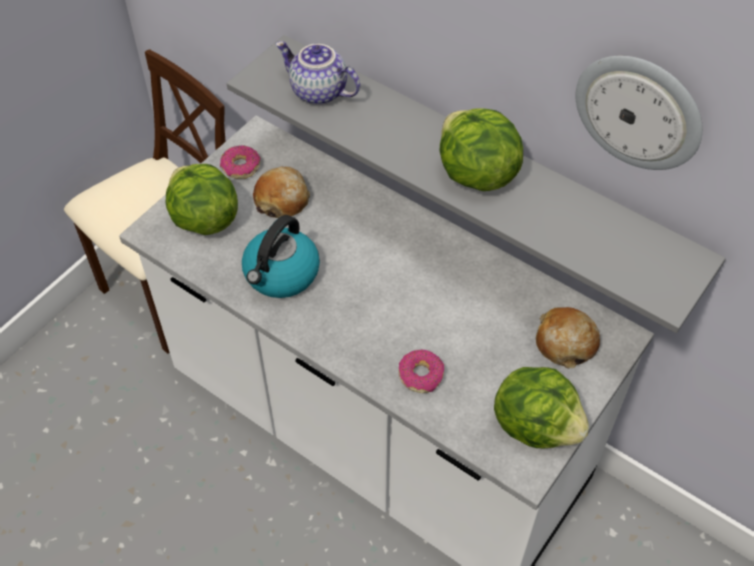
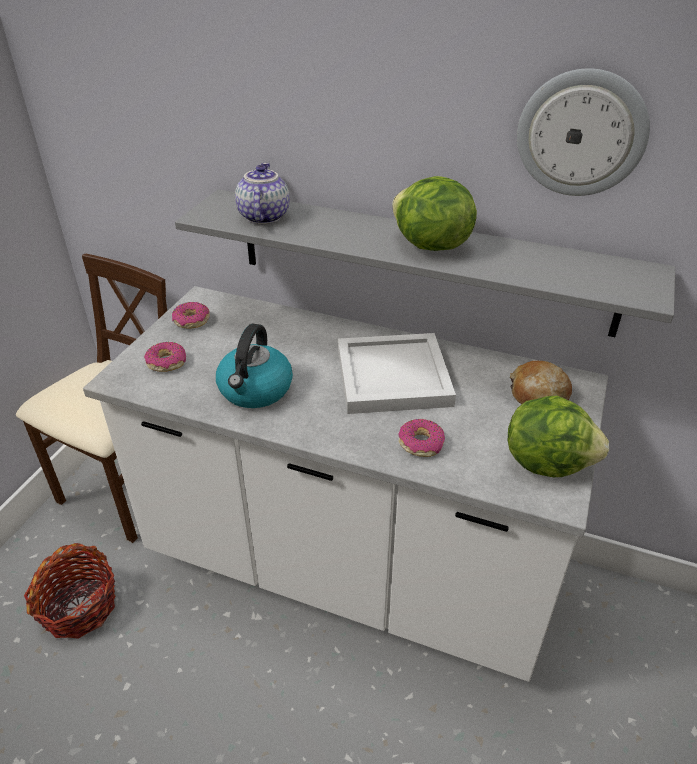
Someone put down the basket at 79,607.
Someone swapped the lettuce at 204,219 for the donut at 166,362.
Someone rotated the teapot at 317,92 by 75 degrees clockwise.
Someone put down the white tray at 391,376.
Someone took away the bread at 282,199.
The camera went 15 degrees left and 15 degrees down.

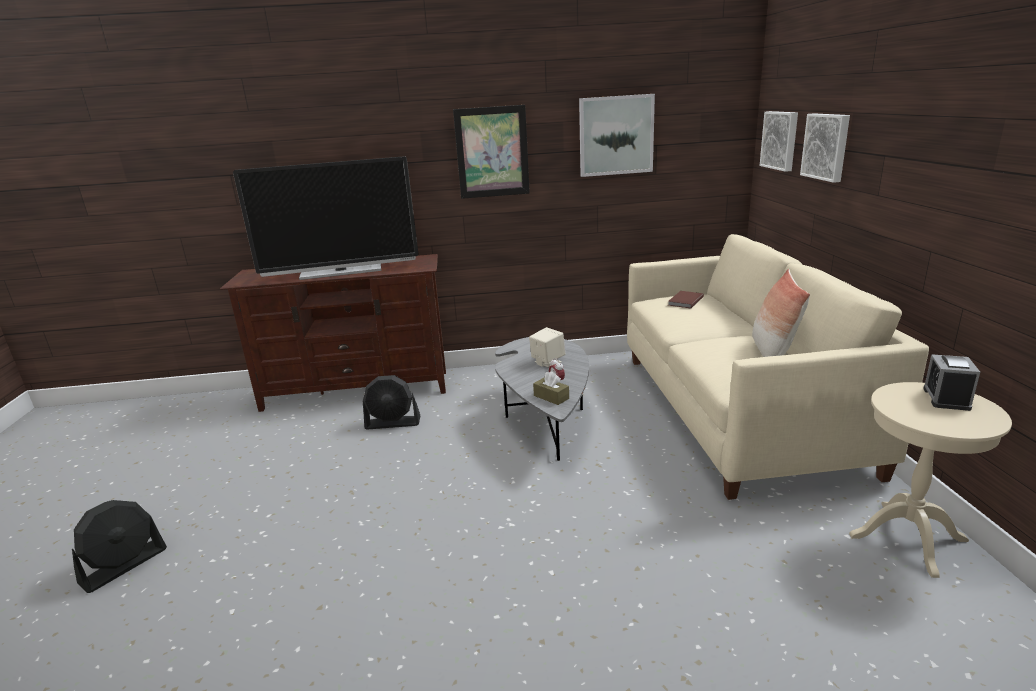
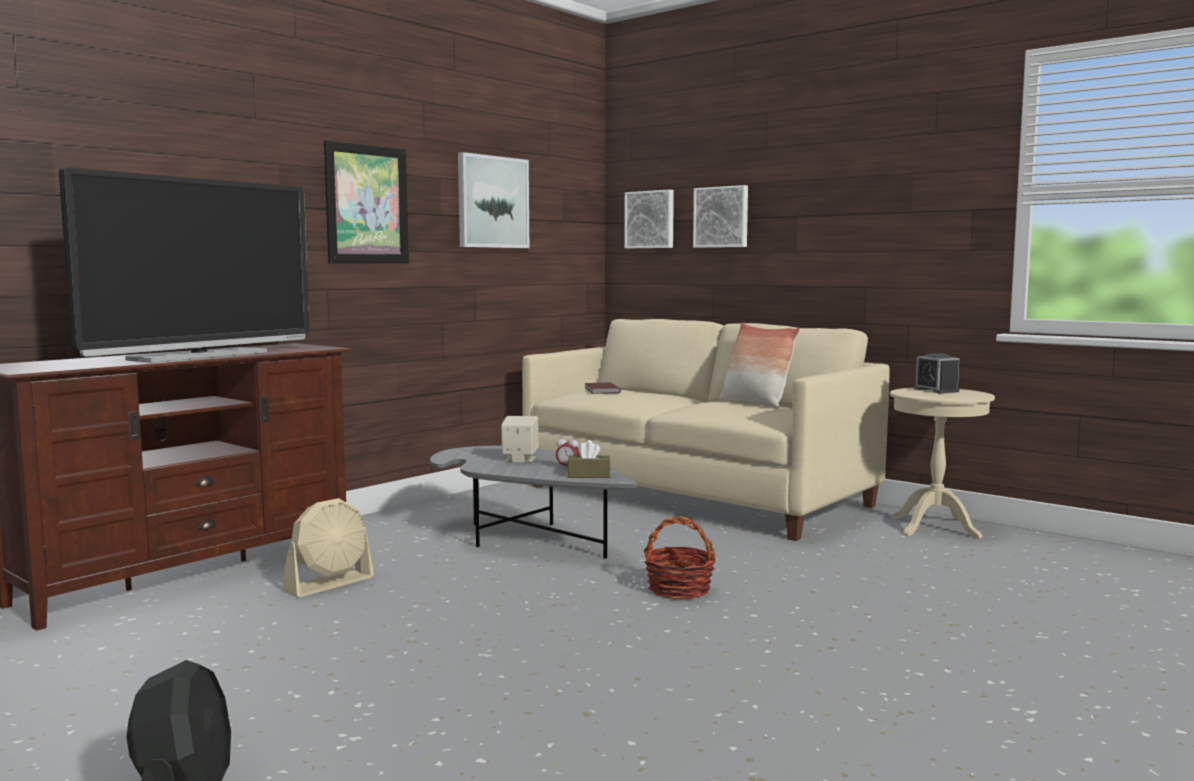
Someone repainted the black fan at 393,423, which became the beige fan at 329,584.
Someone put down the basket at 679,589.
The camera went 45 degrees left and 15 degrees down.

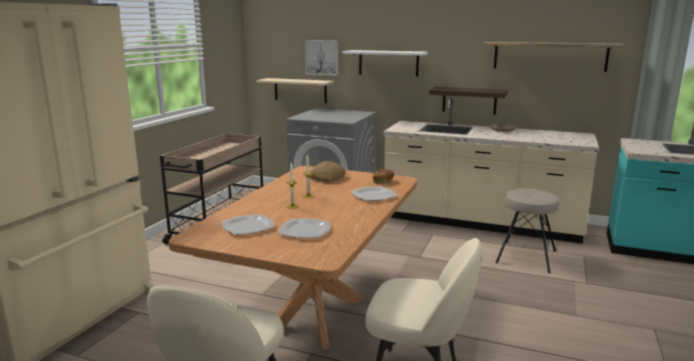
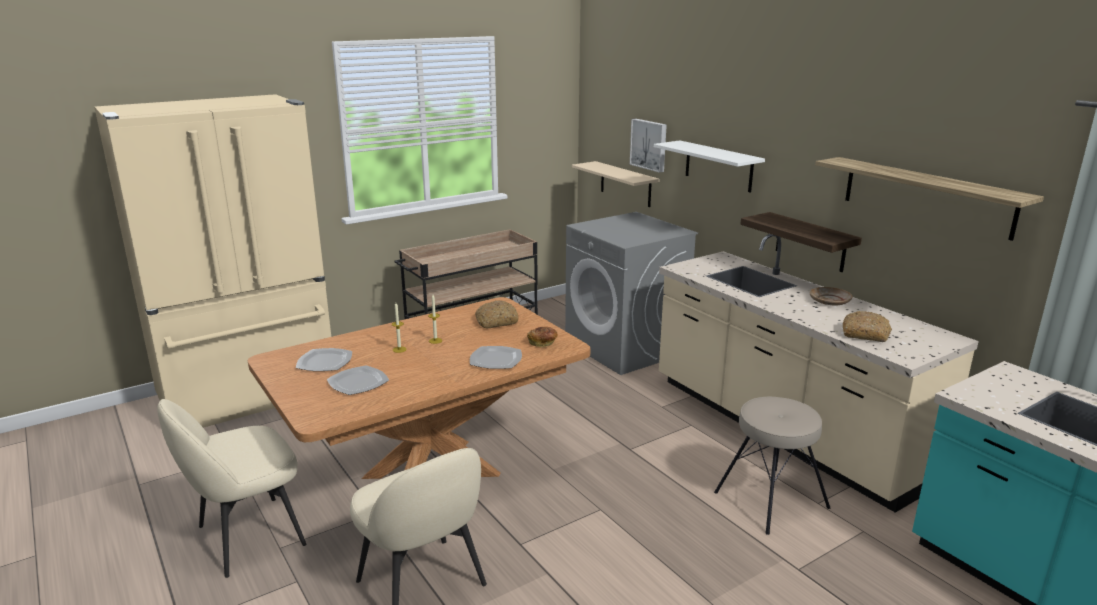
Someone put down the bread at 865,334.
The camera went 35 degrees right and 5 degrees up.

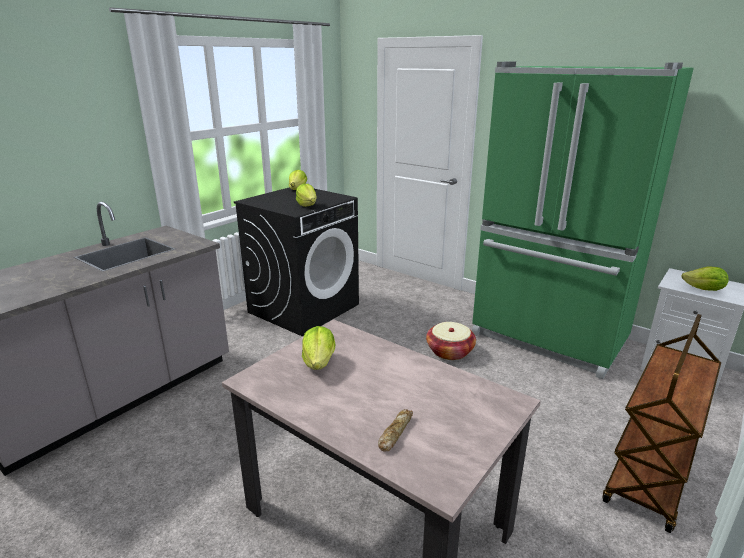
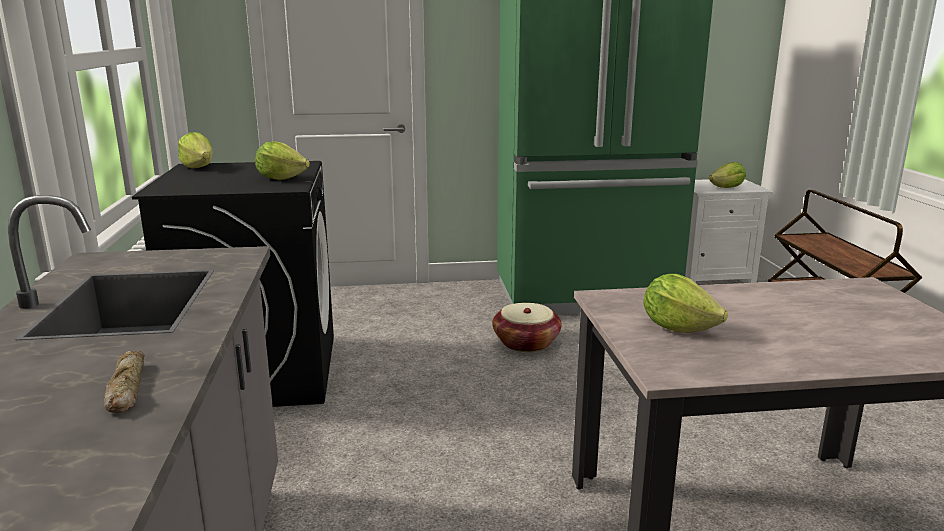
Someone carried the bread from 395,433 to 126,388.
The camera went 45 degrees left and 5 degrees down.

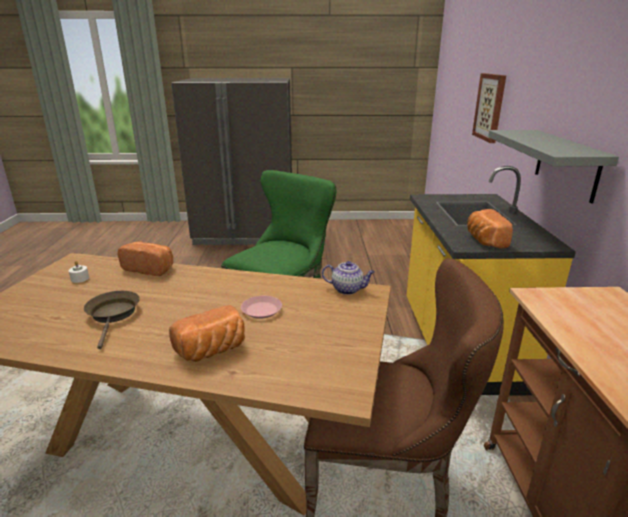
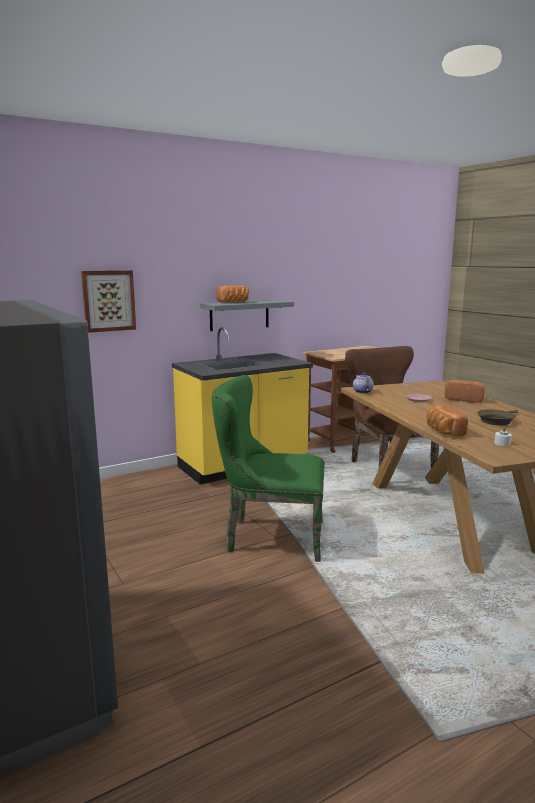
Someone carried the bread from 484,240 to 234,302.
The camera went 120 degrees left and 10 degrees down.

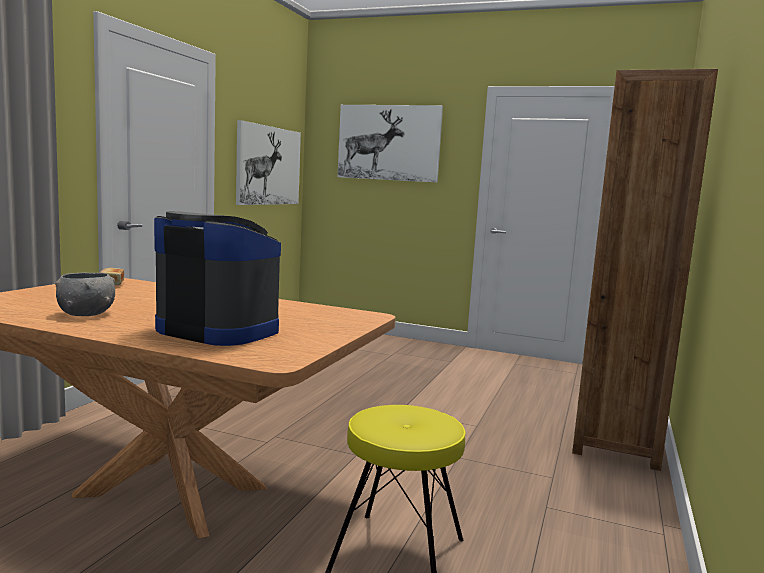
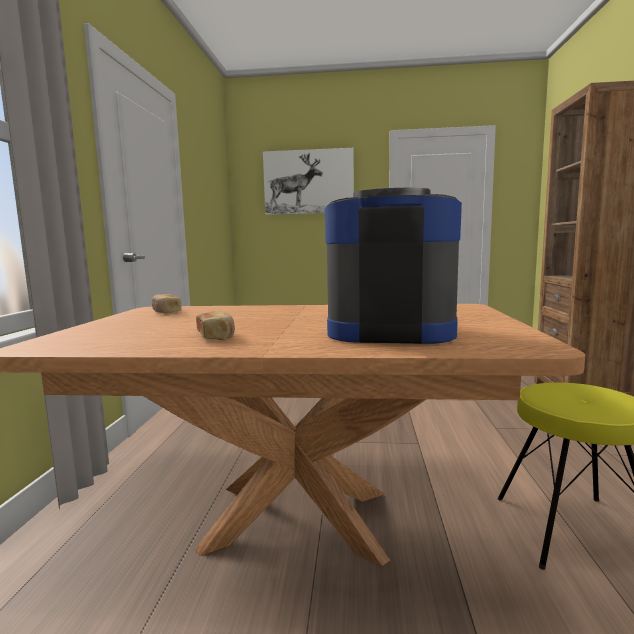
Someone swapped the grey bowl at 87,314 for the bread at 216,336.
Someone took away the picture at 268,166.
The camera went 15 degrees left and 0 degrees up.

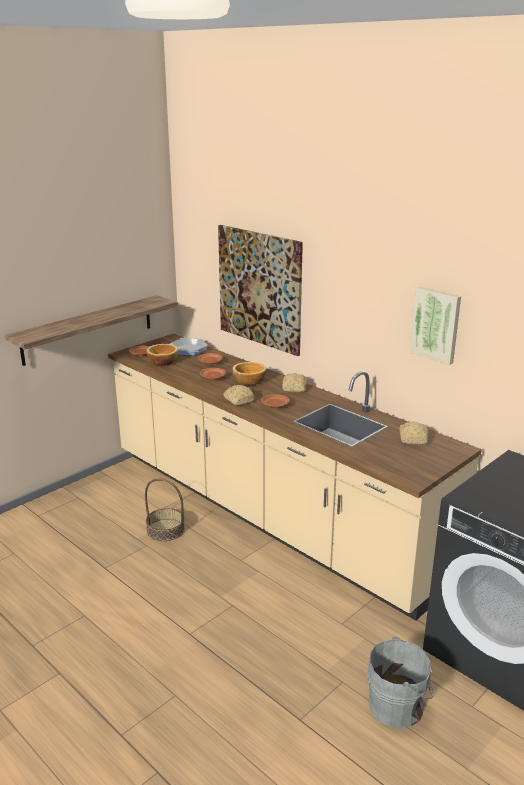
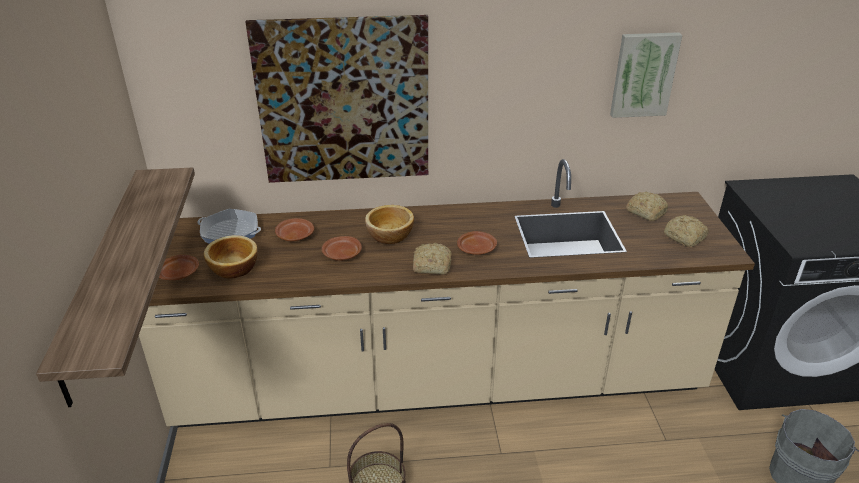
Someone carried the bread from 294,388 to 685,238.
The camera went 50 degrees left and 10 degrees up.

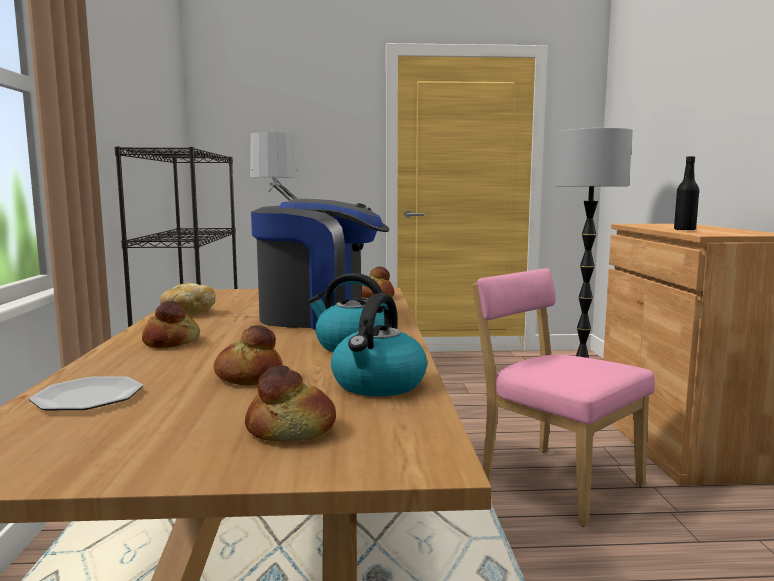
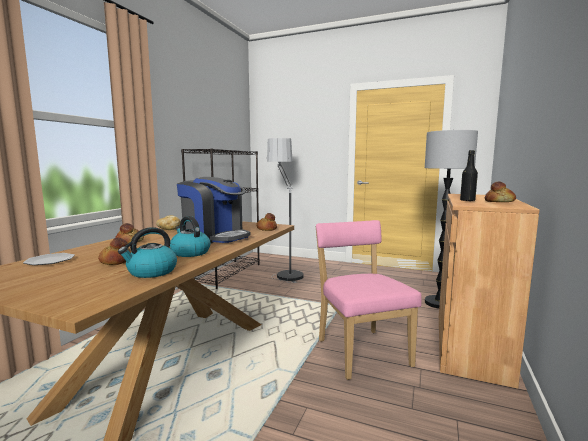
Someone carried the bread from 292,430 to 499,201.
The camera went 25 degrees right and 0 degrees up.

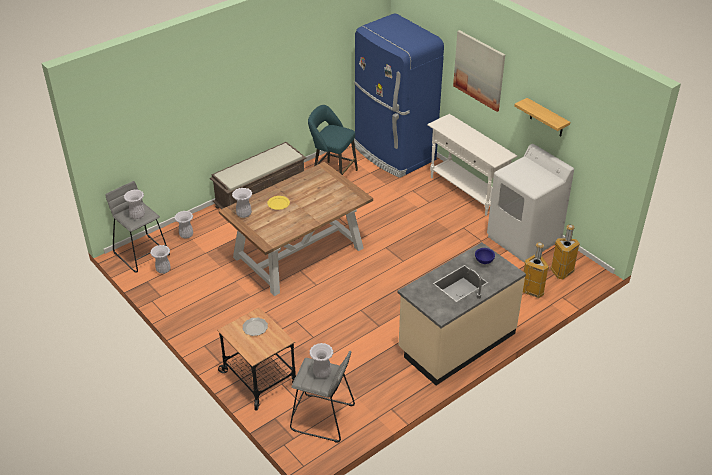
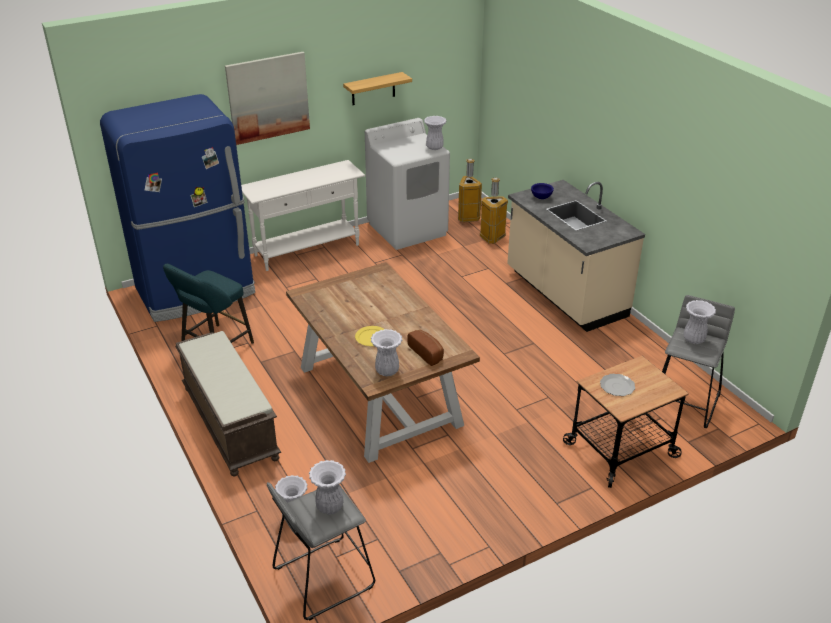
Someone put down the bread at 427,353.
Someone carried the white vase from 163,270 to 434,148.
The camera went 80 degrees left and 5 degrees down.

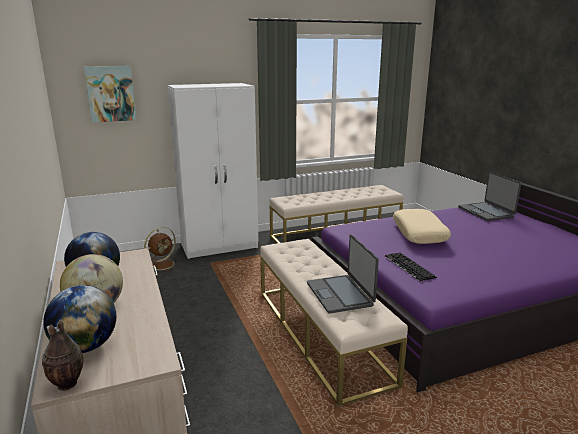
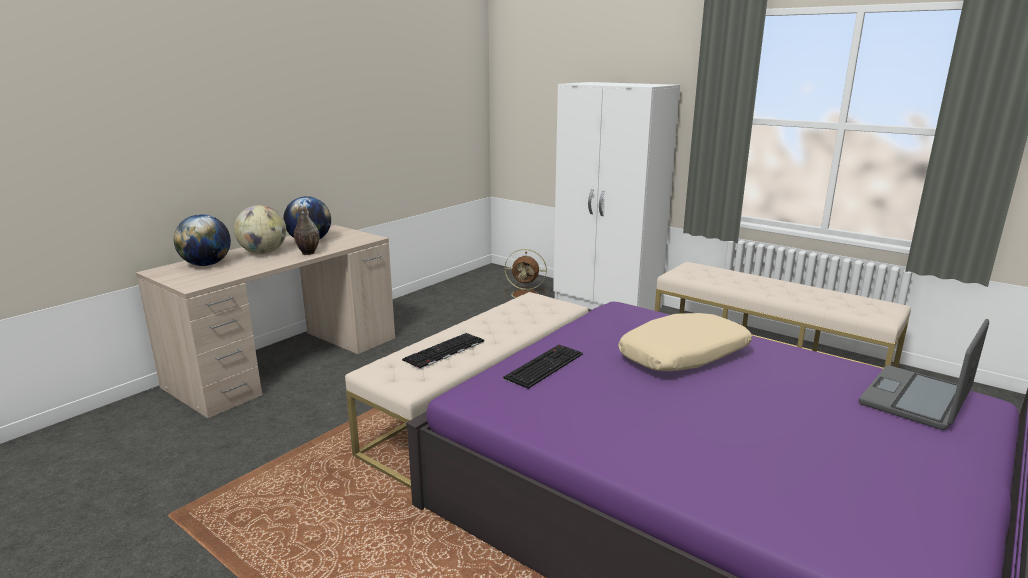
Someone carried the vase from 67,385 to 307,253.
Someone swapped the laptop at 340,294 for the keyboard at 444,351.
Someone took away the picture at 111,94.
The camera went 60 degrees right and 0 degrees up.

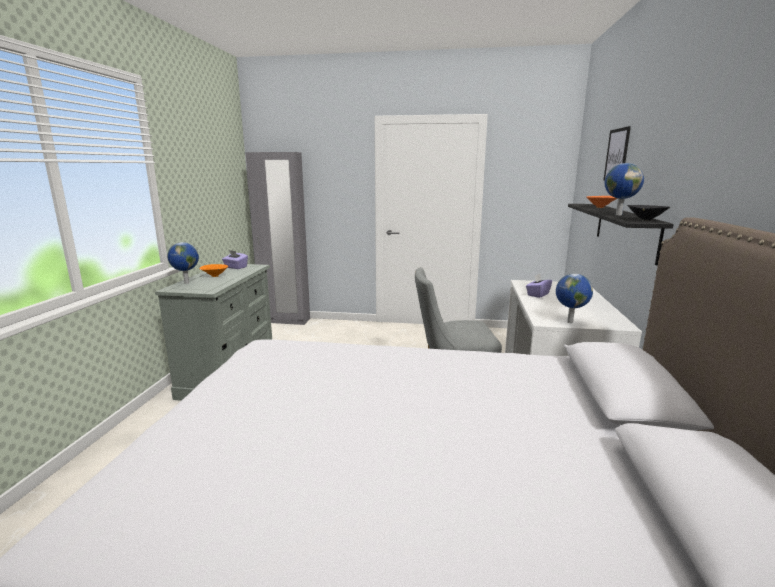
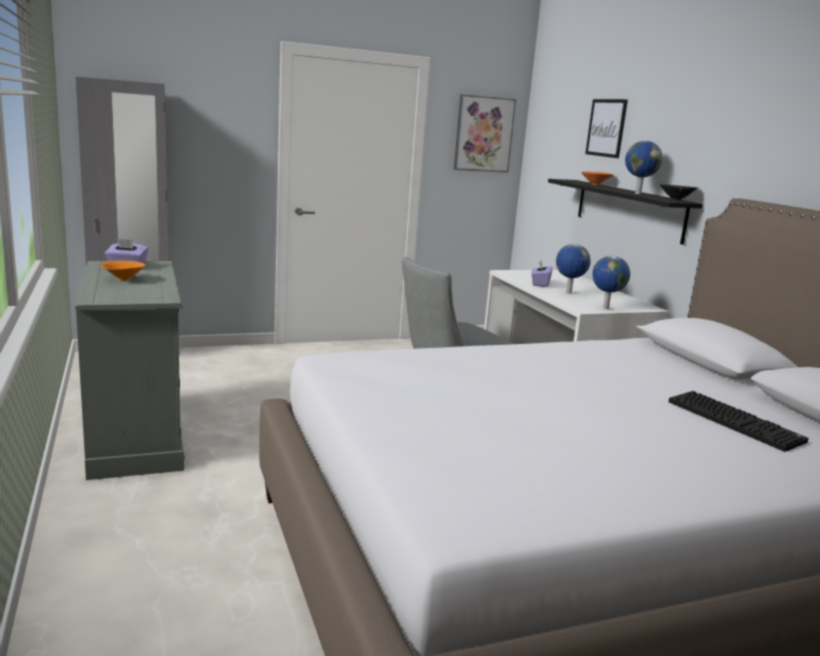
Someone put up the picture at 483,134.
Someone carried the globe from 186,283 to 568,293.
Someone put down the keyboard at 736,422.
The camera went 30 degrees left and 0 degrees up.

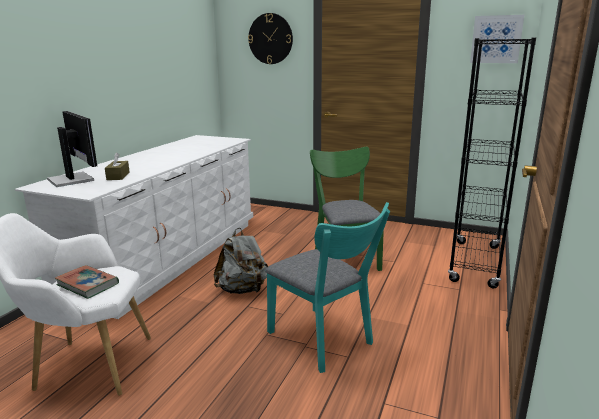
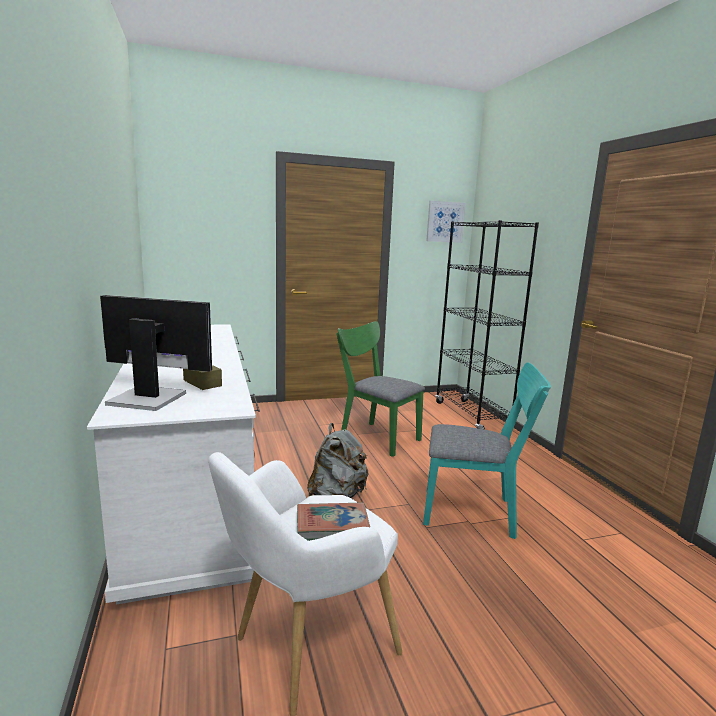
Someone took away the wall clock at 270,39.
The camera went 40 degrees left and 5 degrees down.

